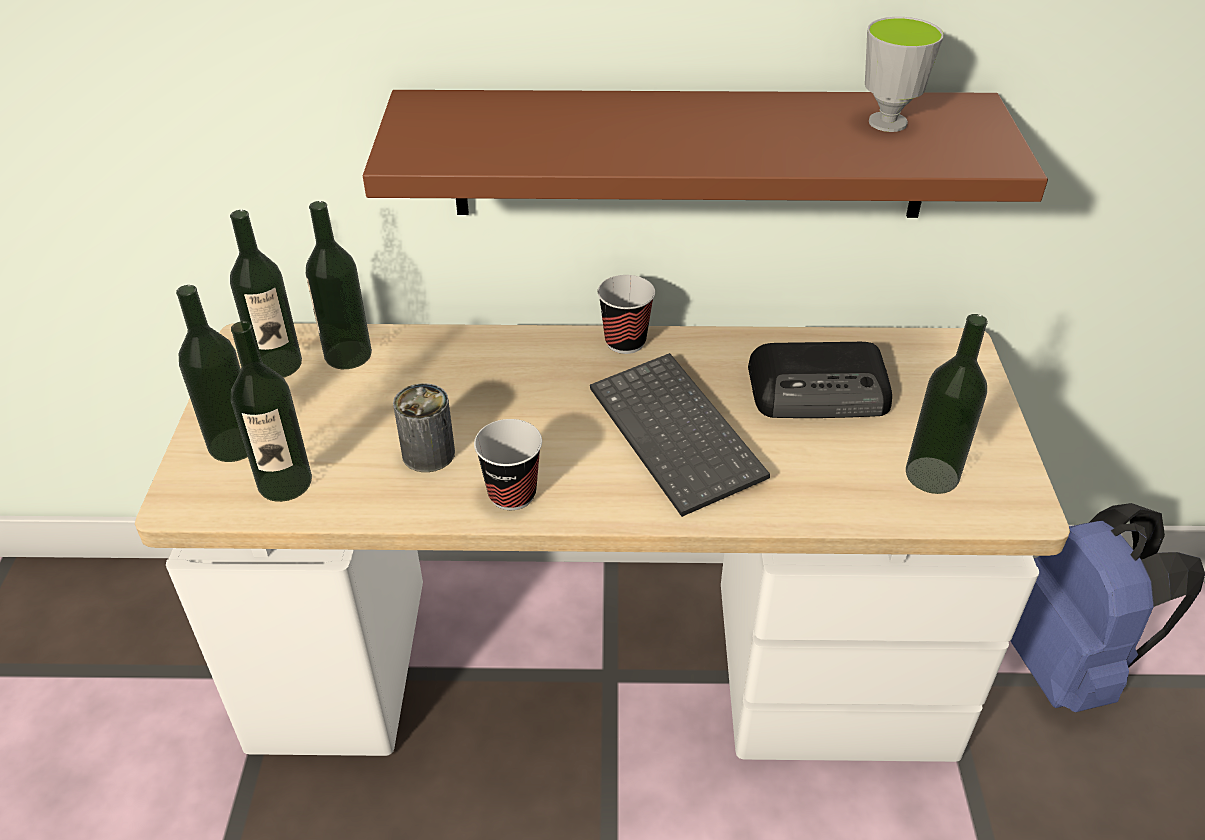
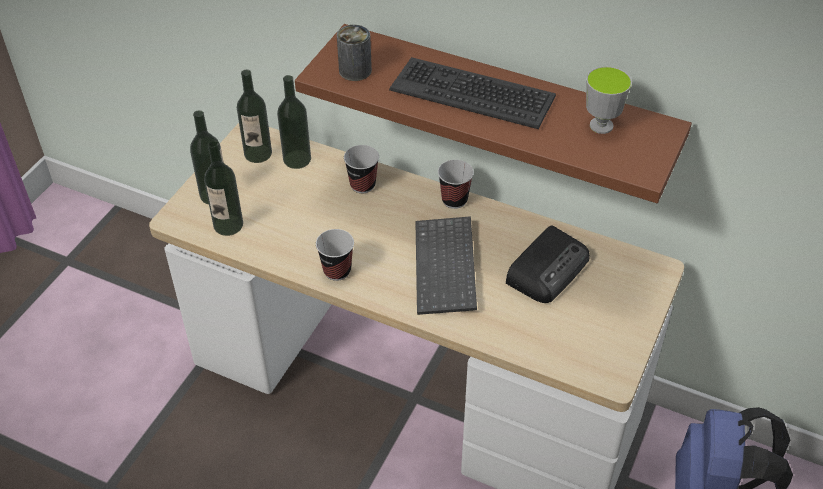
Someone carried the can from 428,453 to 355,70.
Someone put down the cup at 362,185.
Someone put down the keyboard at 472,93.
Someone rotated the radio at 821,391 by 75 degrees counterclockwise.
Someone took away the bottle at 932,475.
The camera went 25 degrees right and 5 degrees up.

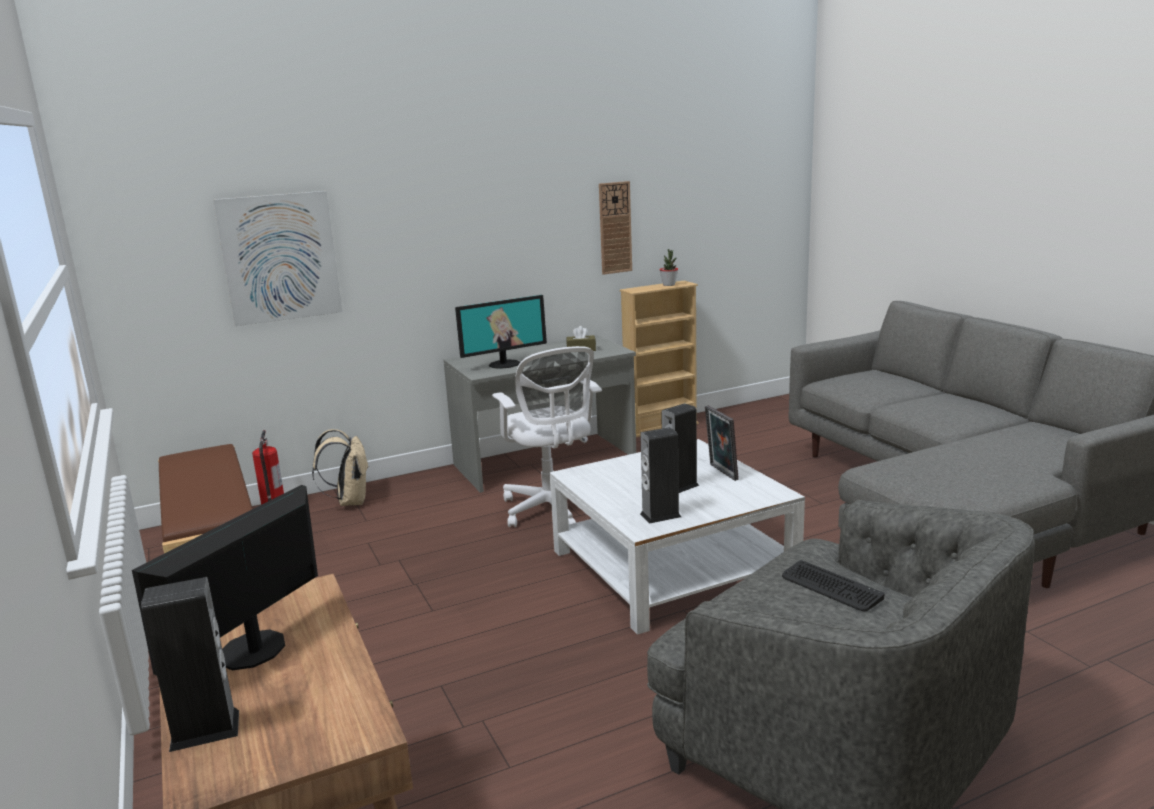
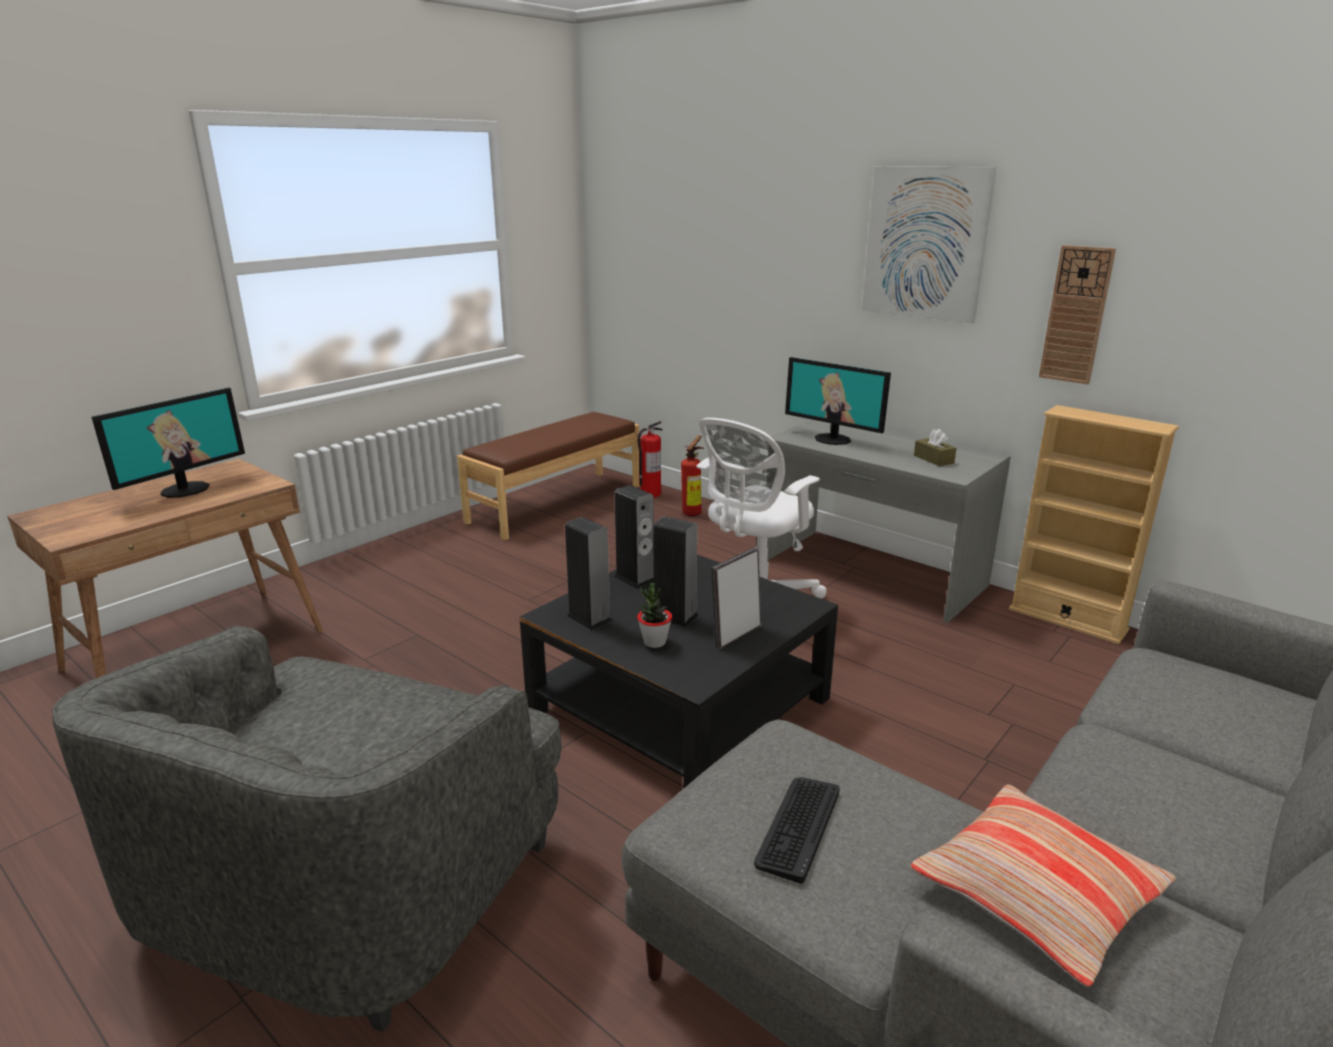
Someone rotated the monitor at 253,650 by 120 degrees clockwise.
Someone repainted the white coffee table at 672,566, which became the black coffee table at 680,705.
Someone carried the speaker from 205,730 to 635,579.
Someone carried the potted plant from 669,285 to 654,642.
Someone swapped the beige backpack at 349,501 for the fire extinguisher at 693,512.
Someone carried the keyboard from 831,587 to 798,827.
Someone carried the picture from 280,258 to 925,243.
Someone put down the pillow at 1036,894.
The camera went 65 degrees right and 5 degrees up.

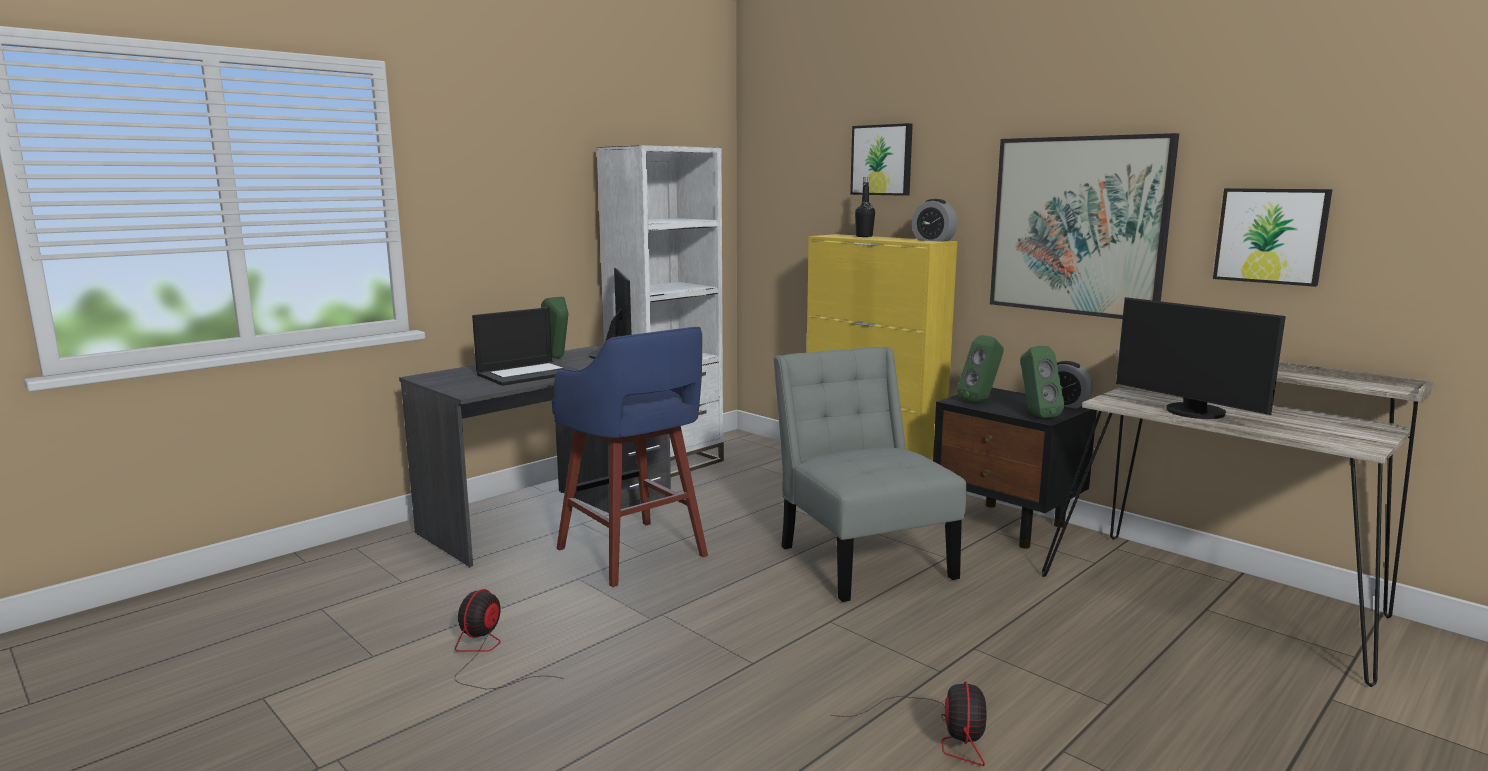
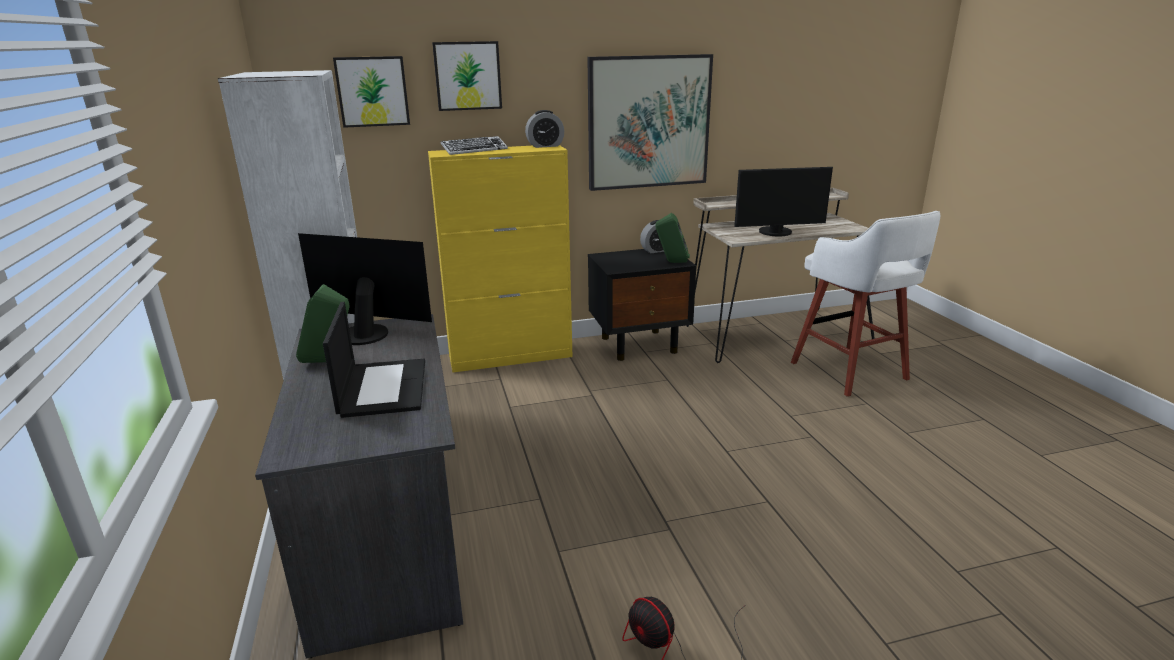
Someone carried the picture from 1271,235 to 372,91.
Someone swapped the black bottle at 864,236 for the keyboard at 474,150.
Someone put down the white stool at 851,372.
Someone took away the blue stool at 634,554.
Someone took away the grey chair at 862,558.
Someone took away the fan at 939,733.
Someone took away the green speaker at 981,401.
The camera went 60 degrees left and 10 degrees up.

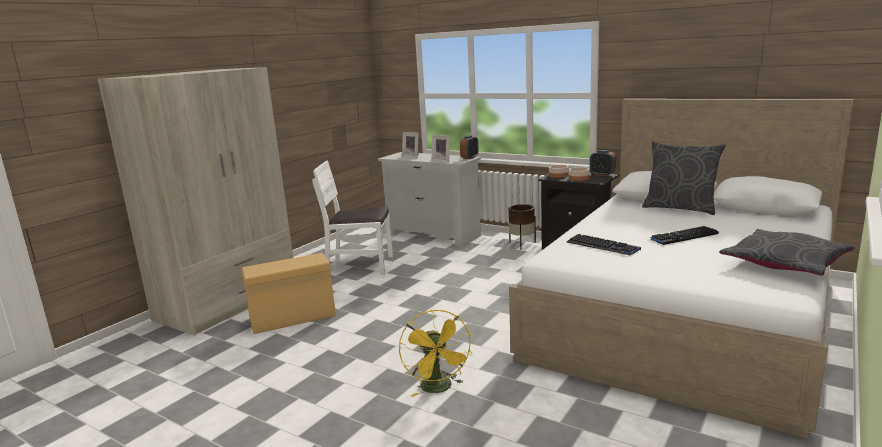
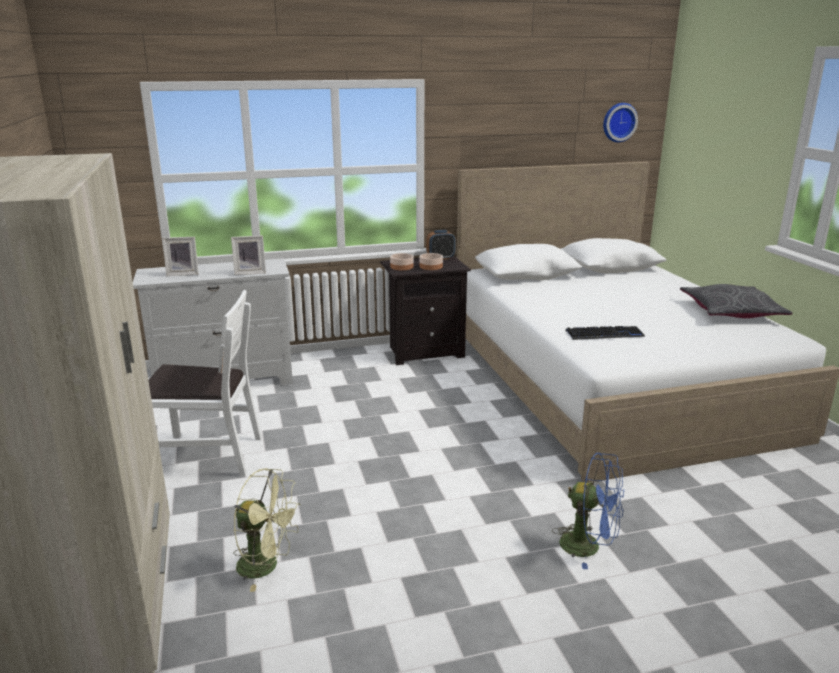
Someone rotated the white chair at 360,265 by 135 degrees counterclockwise.
Someone swapped the beige storage box at 294,318 for the green fan at 266,566.
Someone repainted the yellow fan at 439,389, which became the blue fan at 589,546.
Someone put up the wall clock at 618,122.
Someone took away the alarm clock at 469,158.
Someone took away the brown planter at 521,244.
Someone took away the grey pillow at 680,208.
Someone took away the keyboard at 683,236.
The camera went 50 degrees left and 5 degrees up.

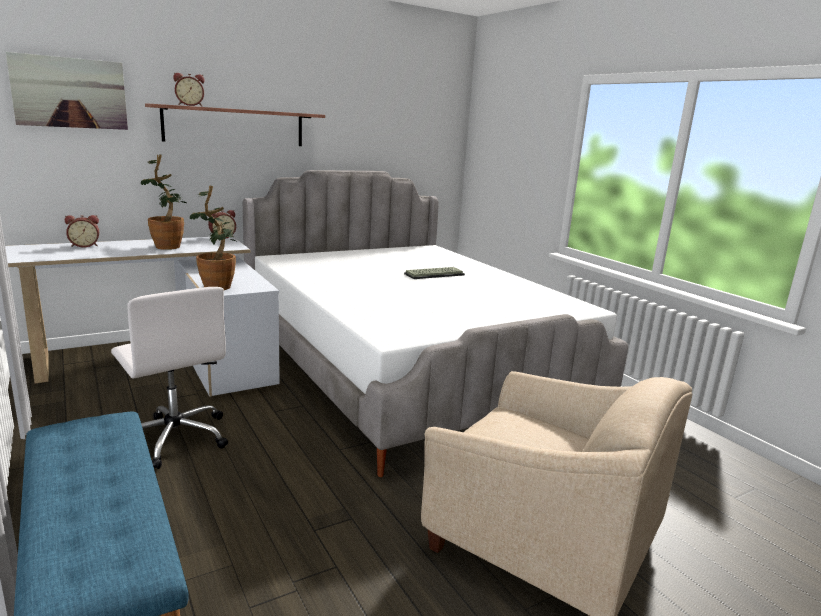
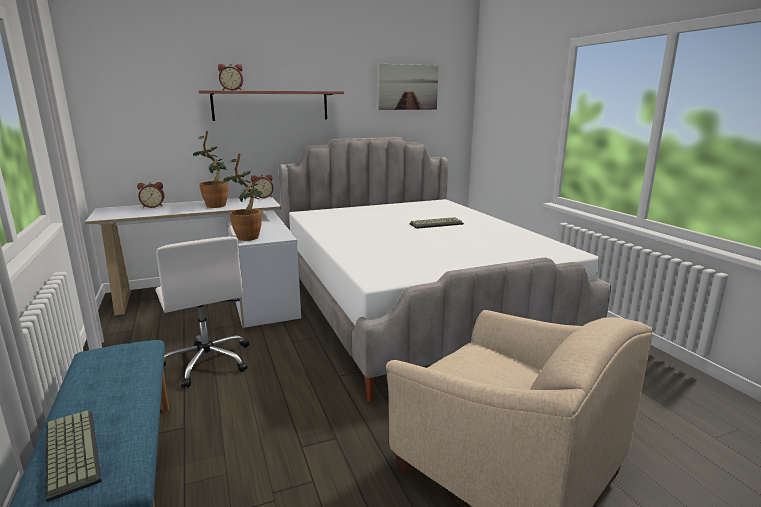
Someone put down the keyboard at 69,452.
Someone carried the picture from 70,93 to 408,87.
The camera went 10 degrees right and 0 degrees up.

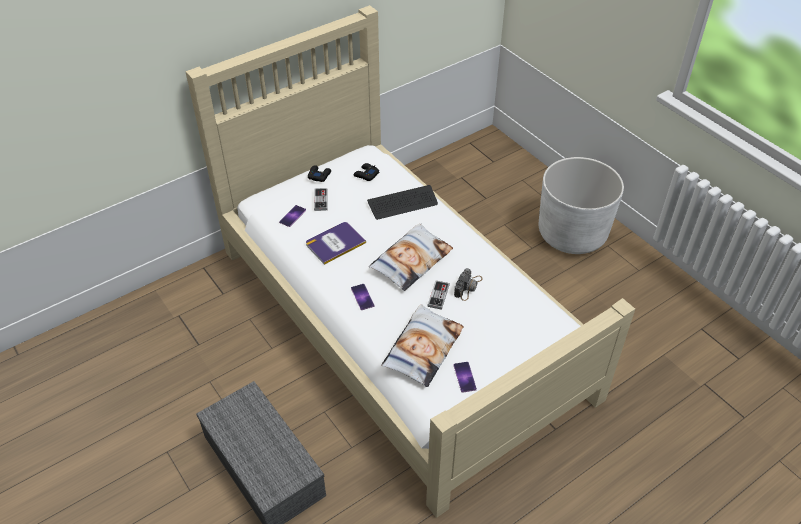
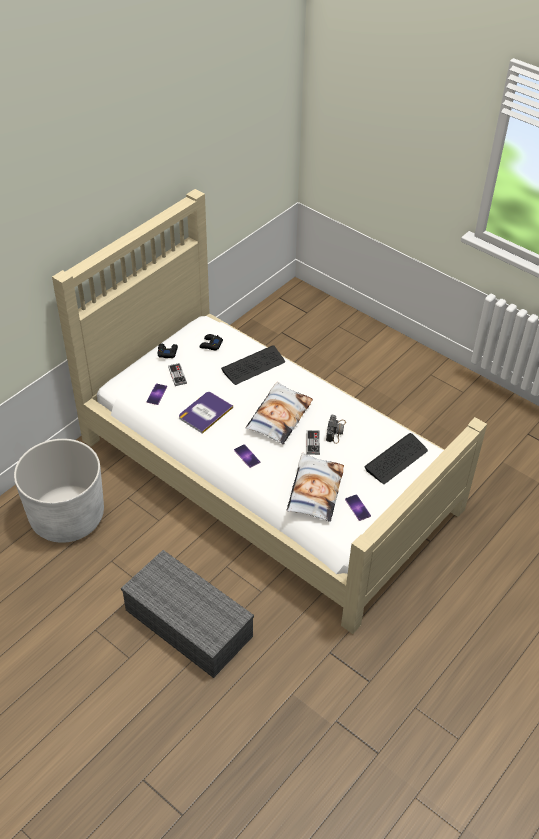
Someone carried the white planter from 572,233 to 67,517.
Someone put down the keyboard at 396,459.
The camera went 15 degrees left and 0 degrees up.

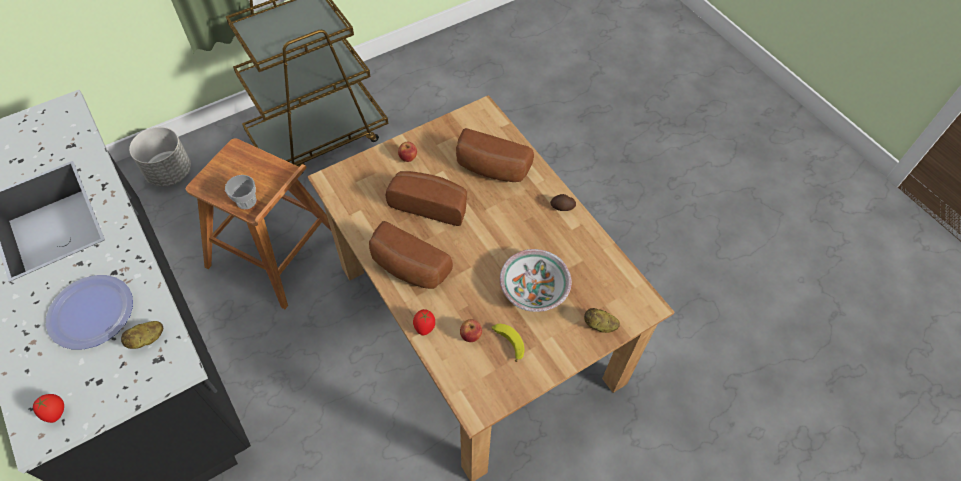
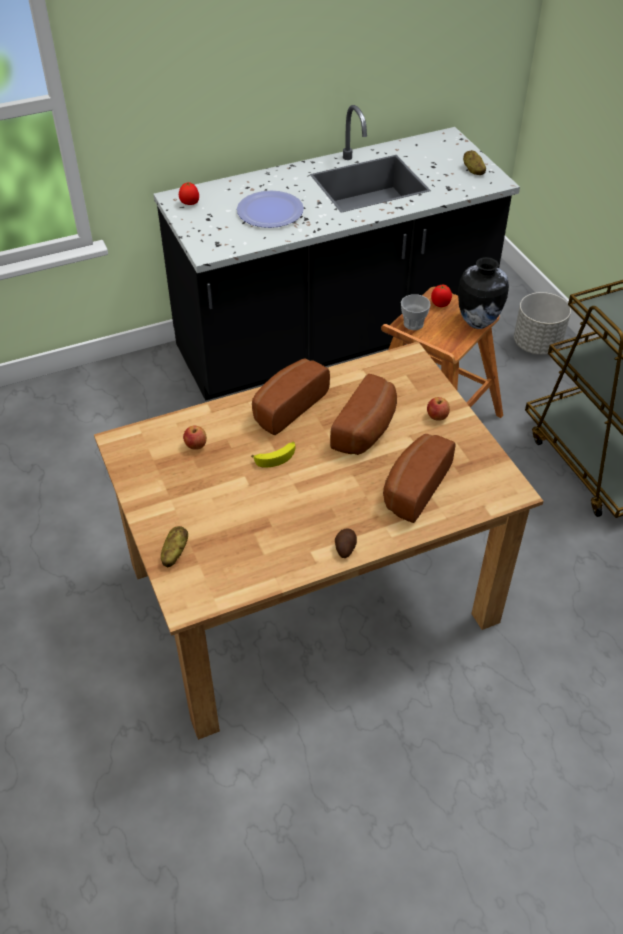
Someone carried the banana from 507,342 to 276,457.
Someone carried the tomato from 425,327 to 440,304.
Someone put down the vase at 477,322.
Someone carried the potato from 147,339 to 473,170.
Someone took away the bowl at 533,289.
The camera went 100 degrees right and 10 degrees down.

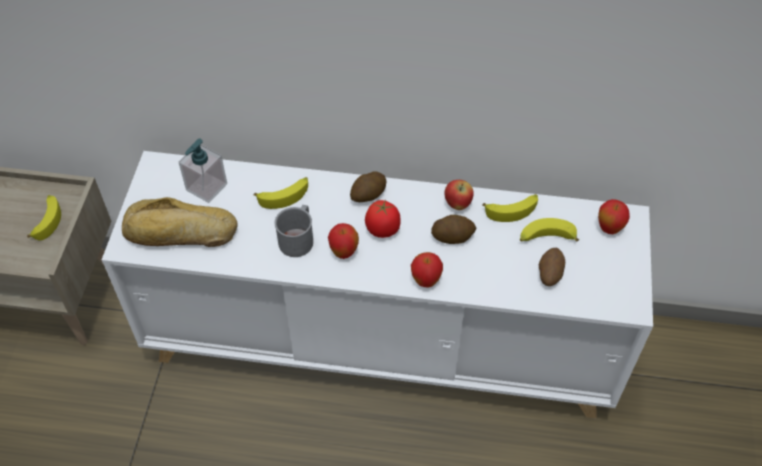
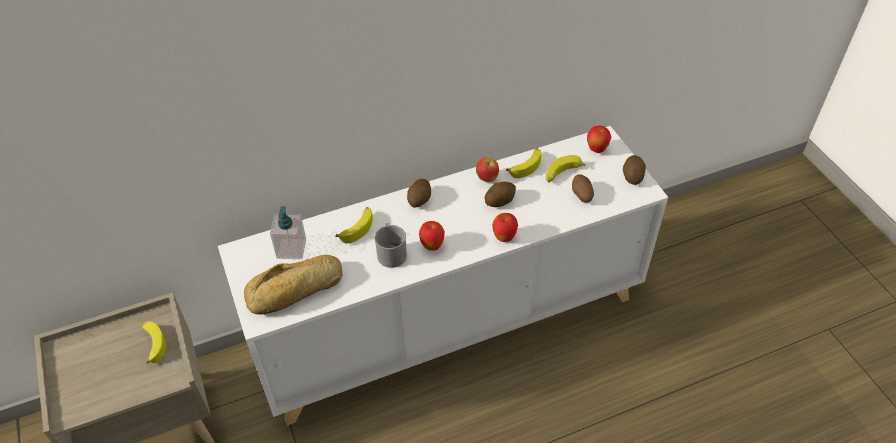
Someone put down the potato at 632,176.
Someone took away the tomato at 383,229.
The camera went 30 degrees left and 5 degrees down.

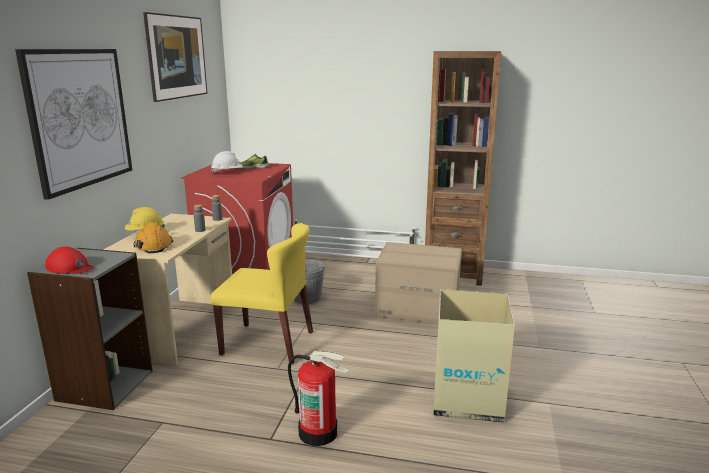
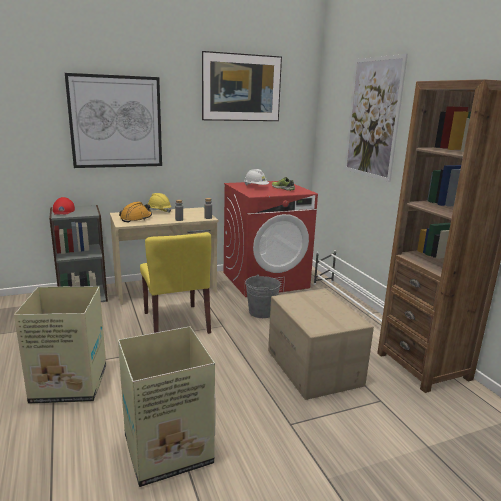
Someone swapped the fire extinguisher at 318,432 for the cardboard box at 71,384.
Someone put up the picture at 373,118.
The camera went 55 degrees right and 0 degrees up.

